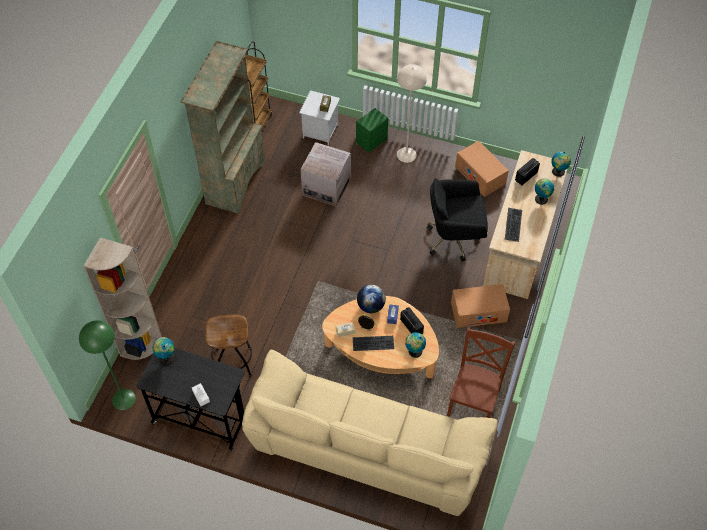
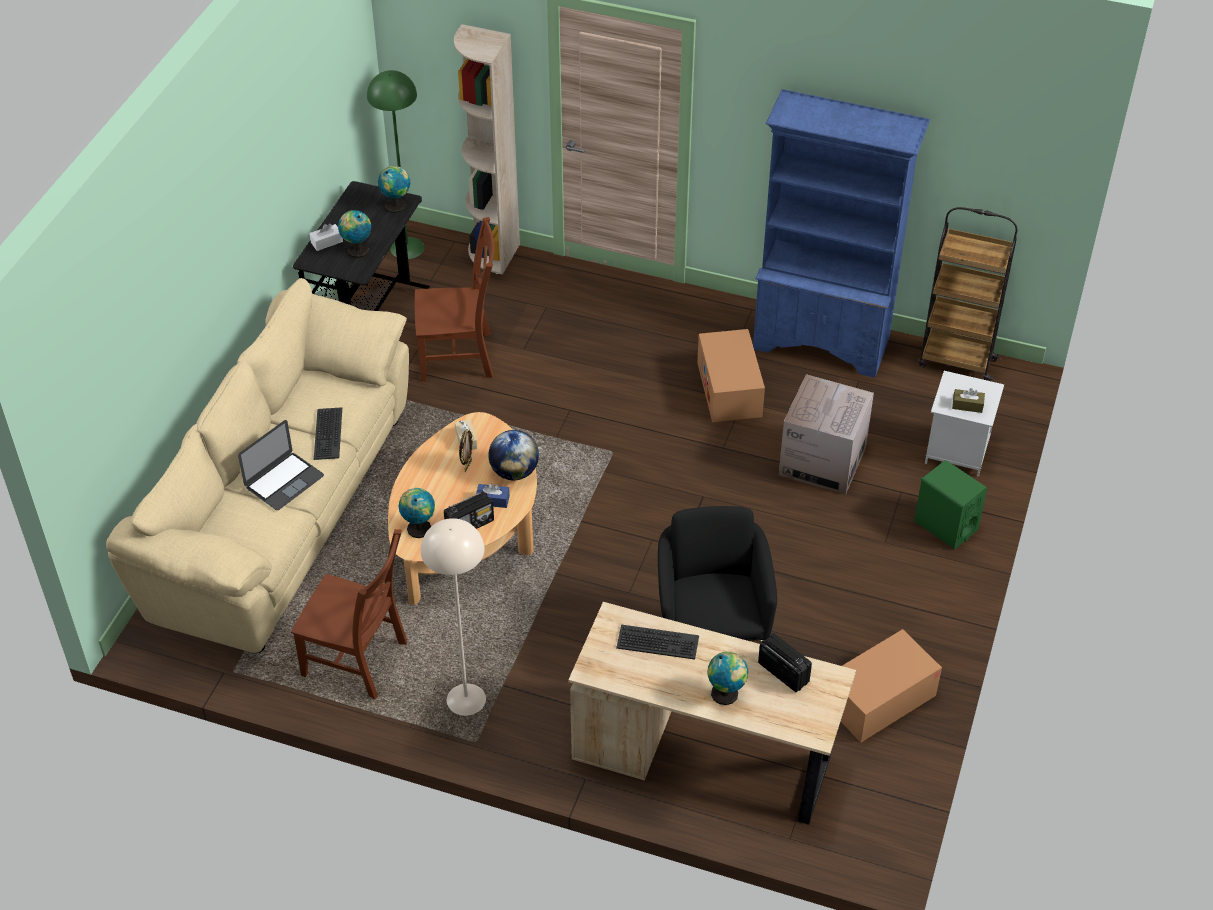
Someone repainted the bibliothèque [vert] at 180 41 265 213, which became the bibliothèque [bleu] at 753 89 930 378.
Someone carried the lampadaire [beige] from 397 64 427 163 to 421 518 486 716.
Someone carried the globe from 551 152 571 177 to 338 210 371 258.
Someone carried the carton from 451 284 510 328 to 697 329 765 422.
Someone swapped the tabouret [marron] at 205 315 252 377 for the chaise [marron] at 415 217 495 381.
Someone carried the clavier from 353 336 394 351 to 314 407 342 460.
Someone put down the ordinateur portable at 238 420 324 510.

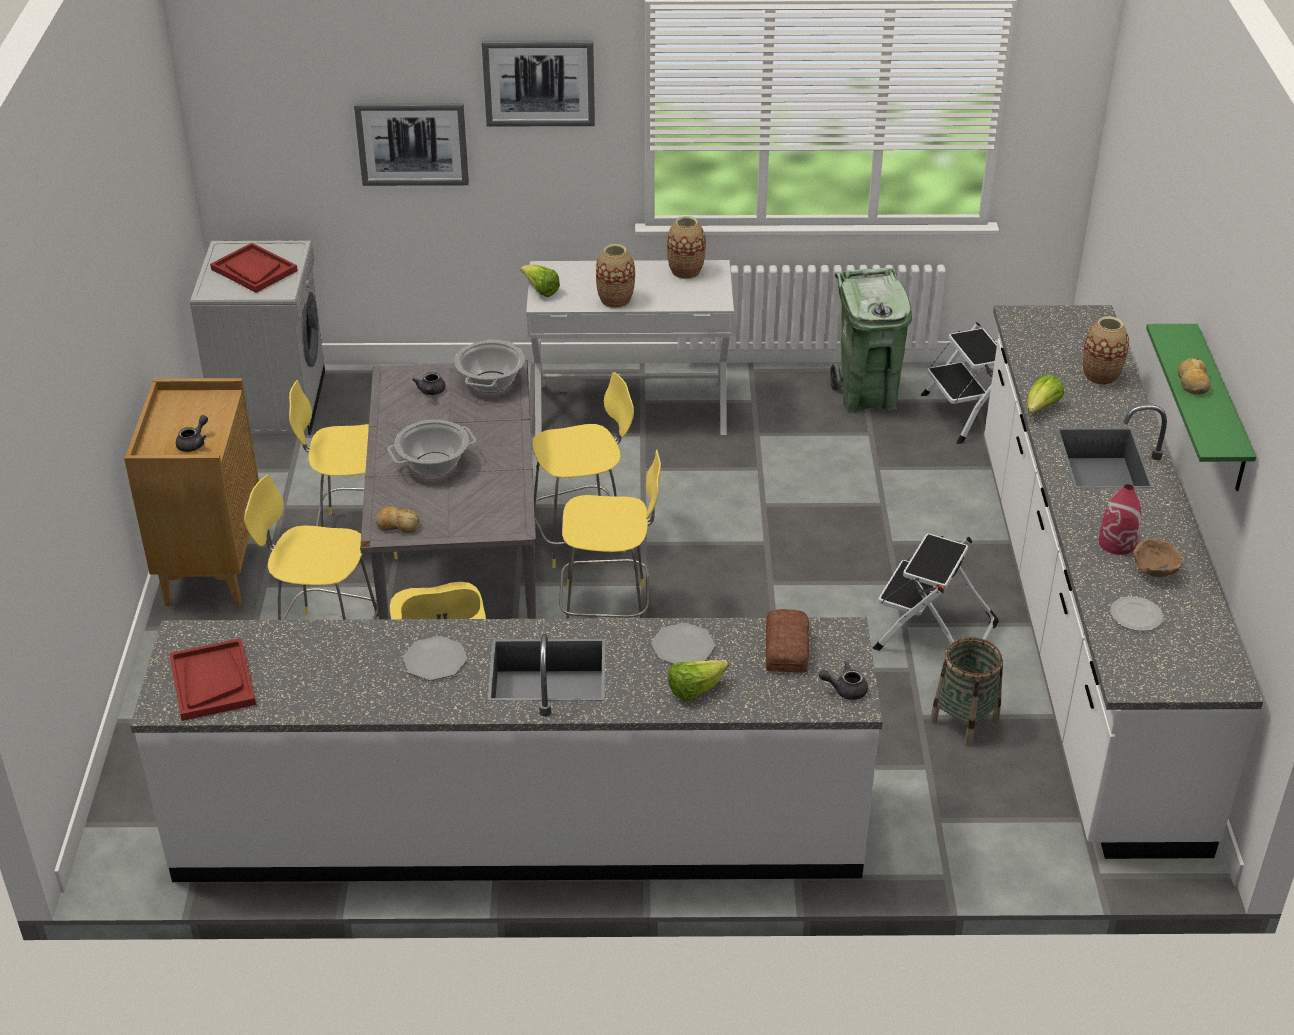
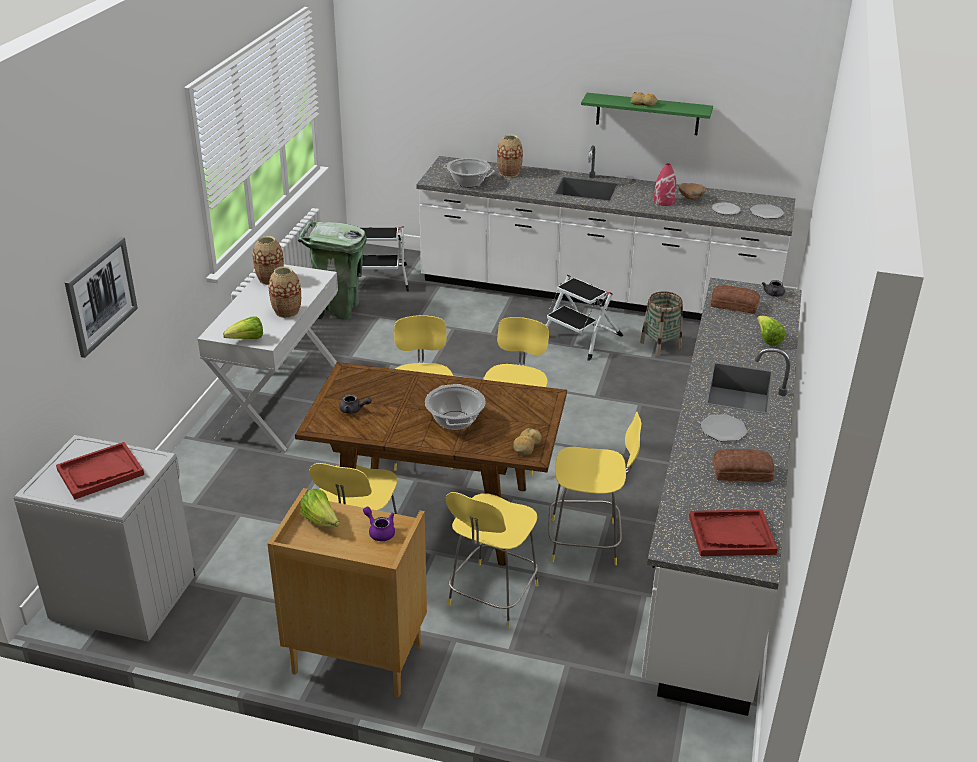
Someone took away the tableau at 482 40 595 126.
Someone carried the marmite from 455 340 525 393 to 443 158 495 187.
Someone repainted the table à manger [gris] at 360 360 536 619, which became the table à manger [marron] at 295 362 567 566.
Someone carried the laitue from 1026 375 1064 413 to 300 489 340 527.
Someone repainted the théière [gris] at 176 415 208 452, which became the théière [violet] at 363 507 395 541.
Someone carried the assiette from 651 623 715 664 to 750 204 784 219.
Someone put down the pain at 712 449 774 482.

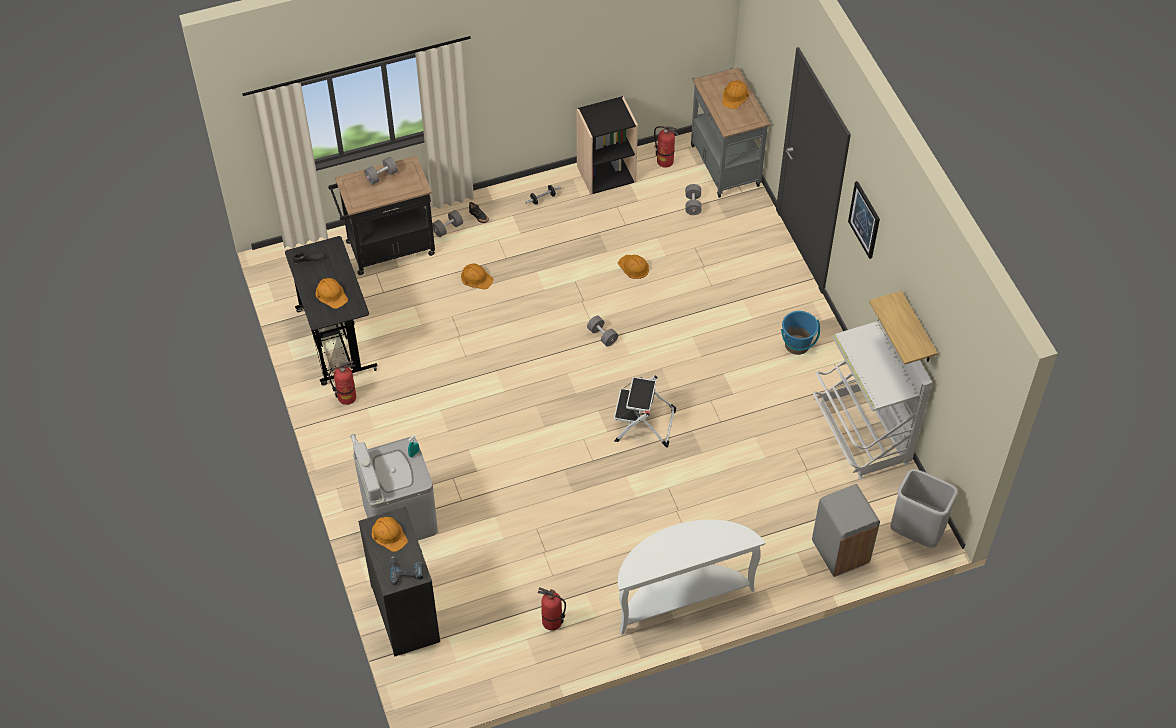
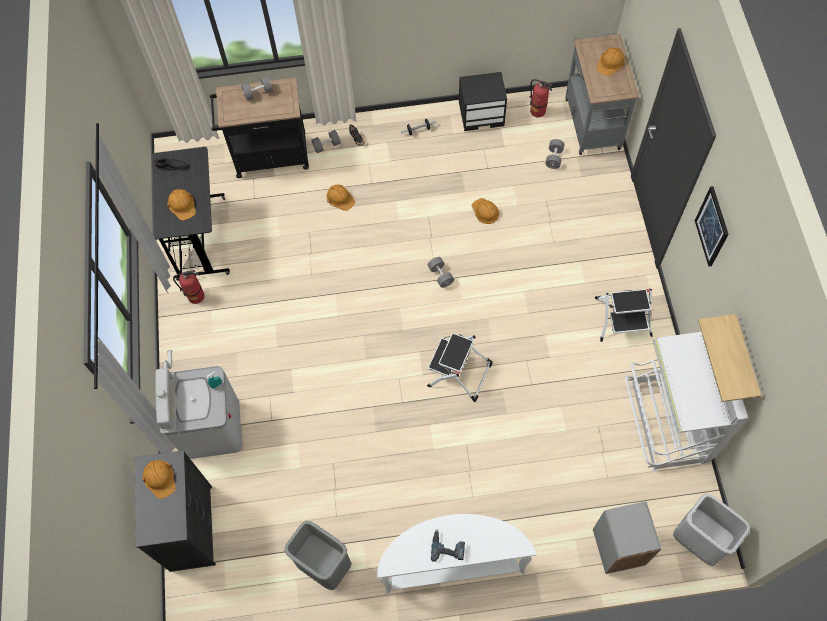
Someone swapped the bibliothèque [noir] at 576 96 638 195 for the table de chevet [noir] at 459 72 507 131.
Someone swapped the seau [bleu] at 781 311 820 355 for the escabeau at 595 289 653 342.
Someone carried the perceuse from 390 556 423 585 to 431 530 465 562.
Someone swapped the extincteur at 538 587 566 631 for the poubelle [gris] at 284 521 351 590.

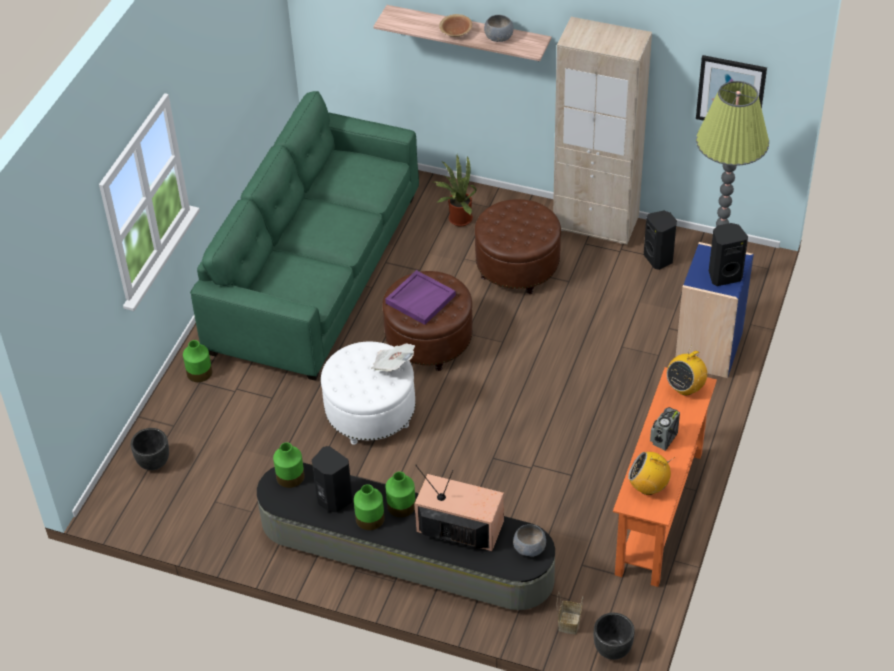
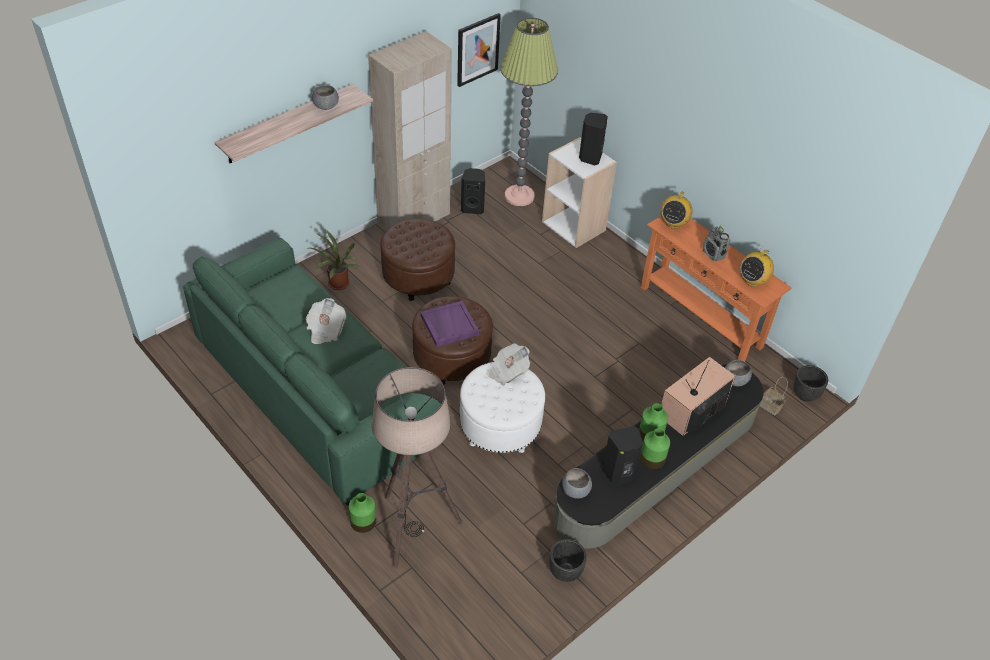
Someone took away the bol [marron] at 439 14 472 37.
Someone repainted the bibliothèque [bleu] at 675 242 754 378, which became the bibliothèque [blanc] at 542 137 617 248.
Someone rotated the radio at 667 350 707 395 by 45 degrees clockwise.
Someone carried the cache-pot [noir] from 131 428 169 470 to 549 539 587 582.
Someone swapped the vase [vert] at 273 442 305 488 for the bol [gris] at 562 468 592 499.
Someone put down the journal at 306 298 346 344.
Someone put down the lampadaire at 372 367 462 568.

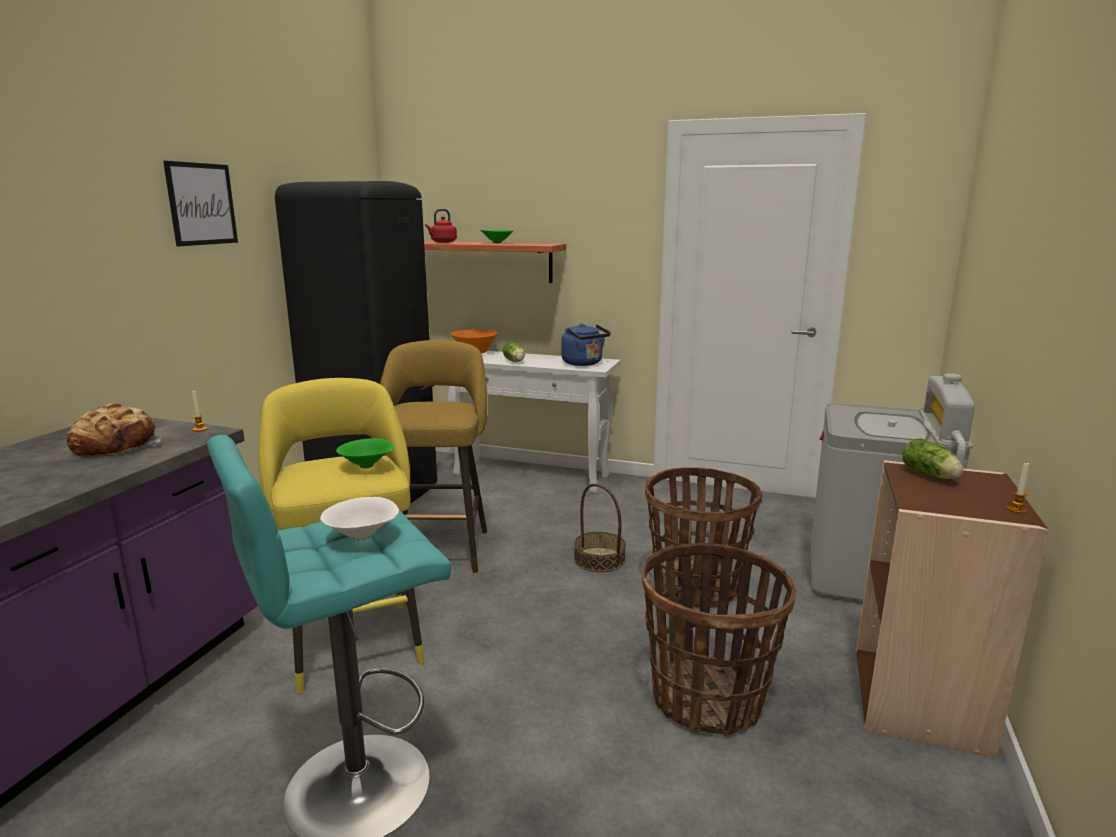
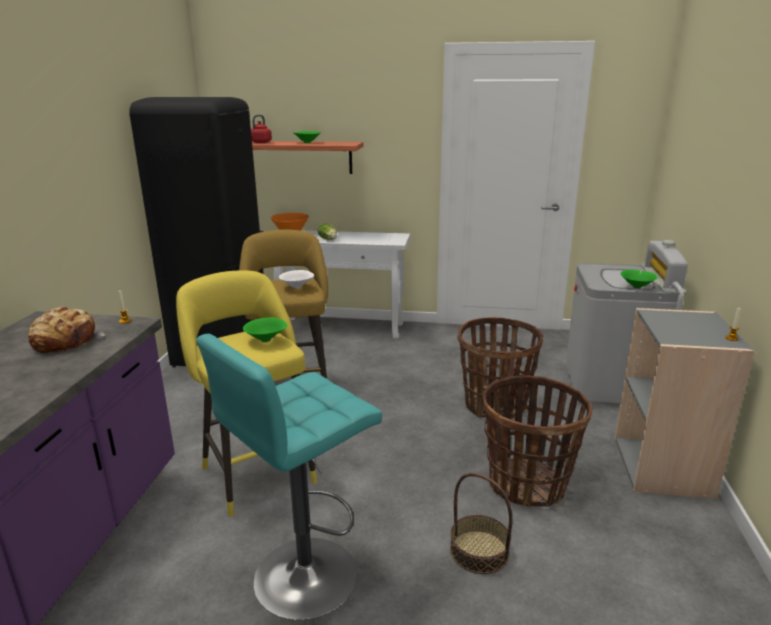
Someone took away the tableau at 163 161 238 246.
Someone took away the bouilloire [bleu] at 561 323 611 366.
Someone took away the laitue at 902 438 963 479.
Someone repainted the bibliothèque [marron] at 856 460 1049 759, which became the bibliothèque [gris] at 615 308 755 499.
Someone carried the panier from 574 483 626 572 to 450 473 513 574.
Someone carried the bol [blanc] from 320 497 399 541 to 279 270 314 289.
Someone put down the bol [vert] at 620 270 658 289.

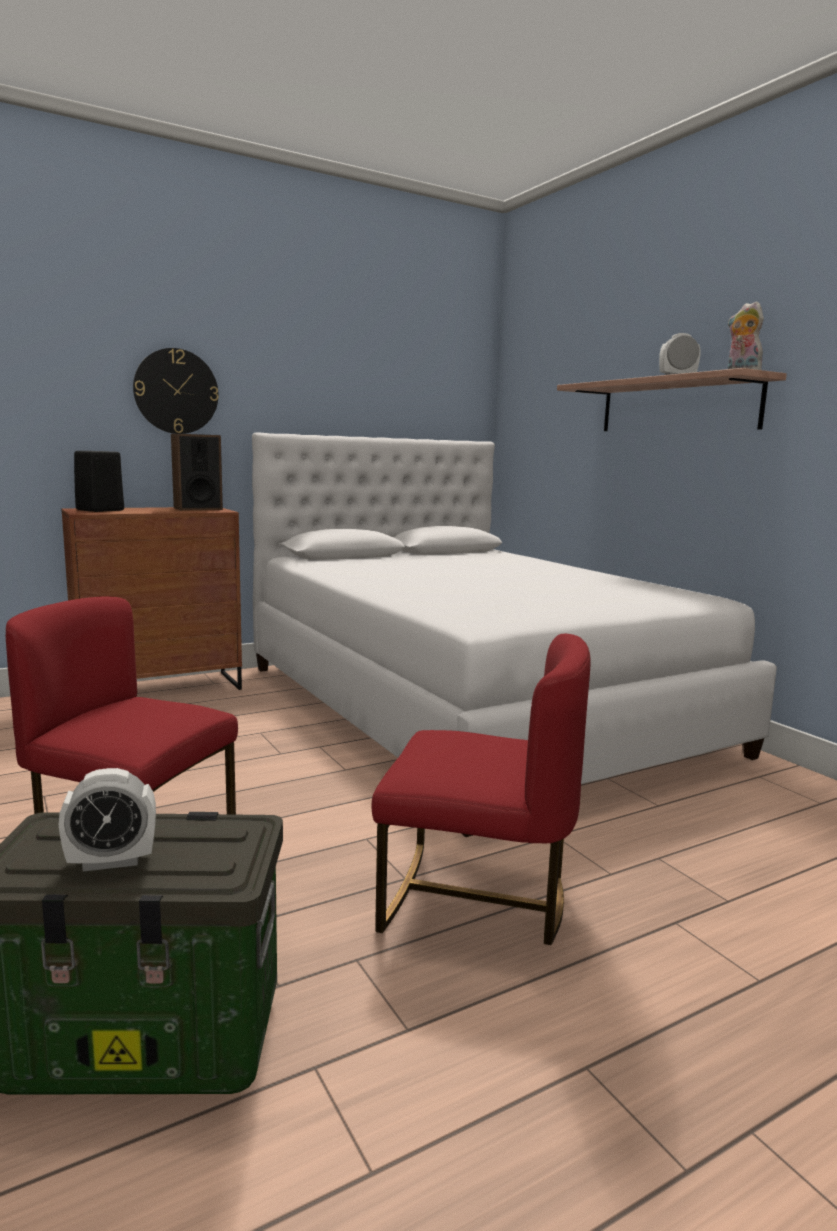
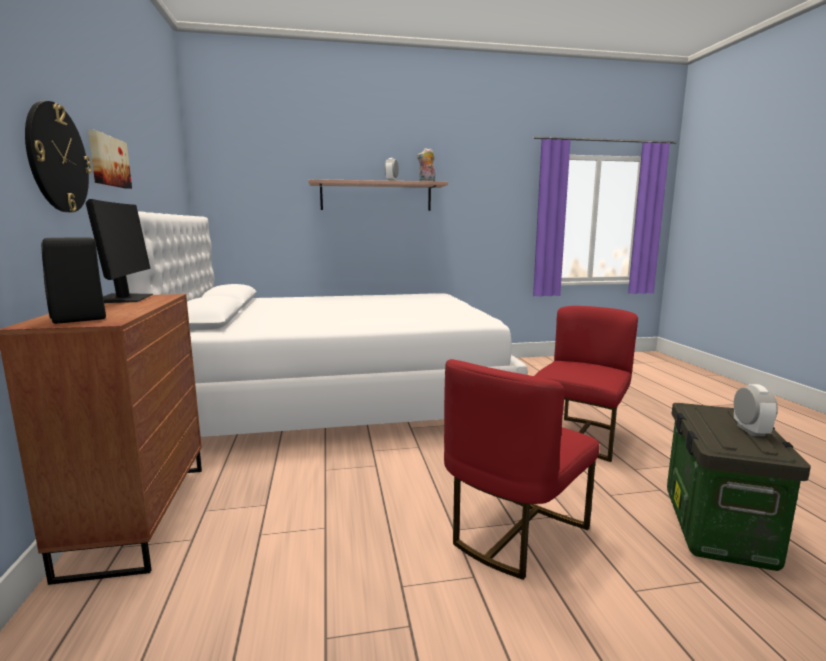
Someone swapped the enceinte at 171 434 223 510 for the écran d'ordinateur at 86 199 153 303.
Someone put up the tableau at 88 130 132 189.

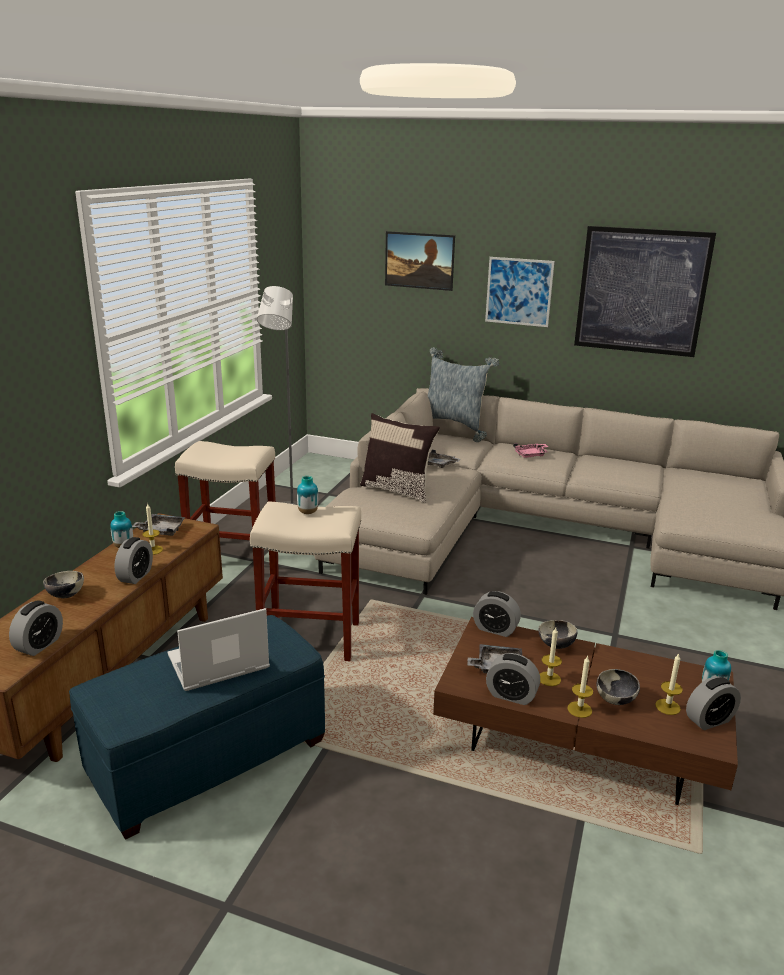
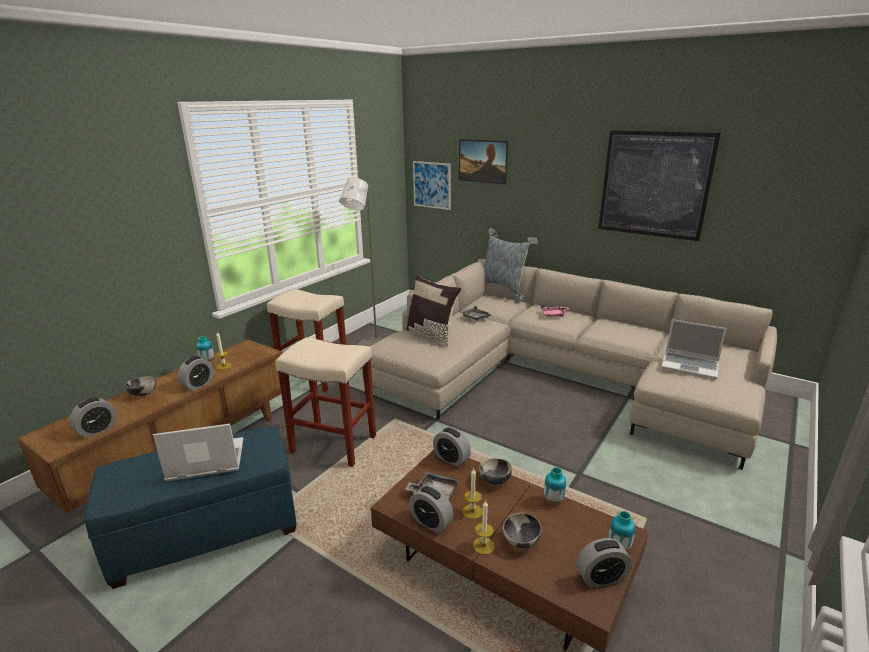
Someone carried the tableau from 485 257 555 327 to 413 161 451 210.
Someone carried the vase from 297 476 318 514 to 544 467 566 505.
Someone took away the plateau [gris] at 132 514 186 536.
Someone took away the bougie at 655 653 683 715.
Someone put down the ordinateur portable at 661 319 727 380.

